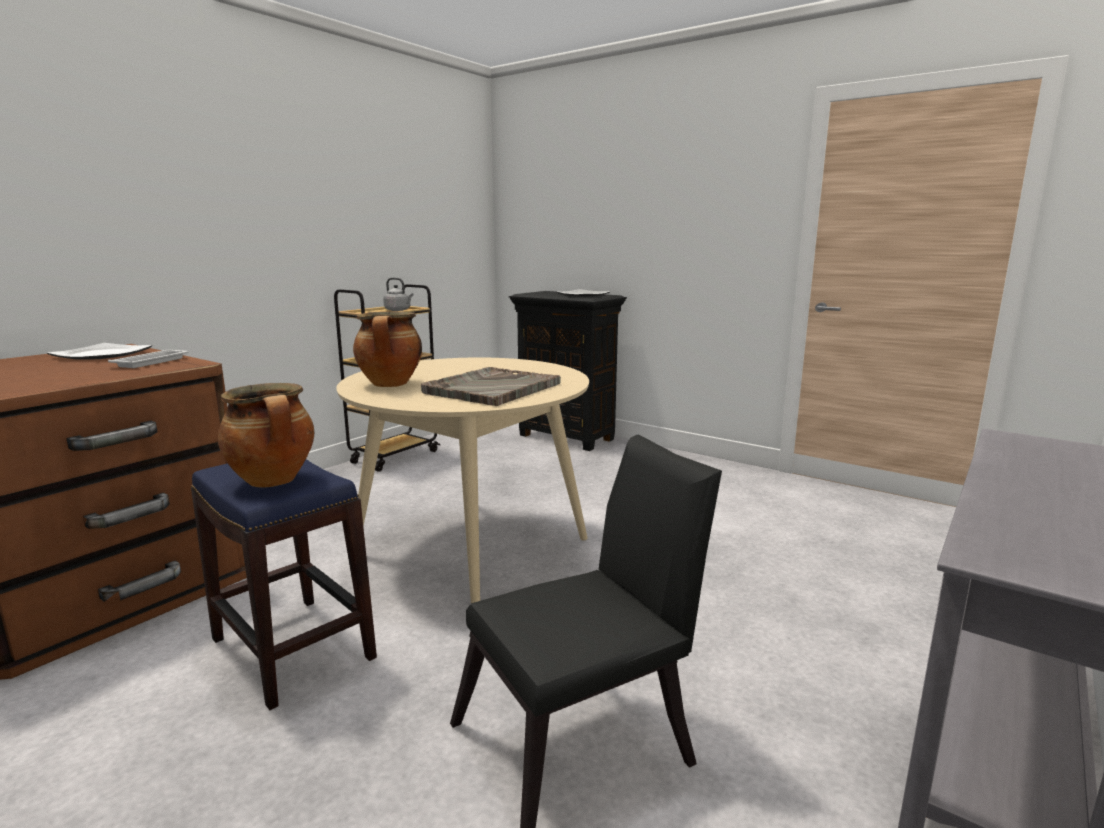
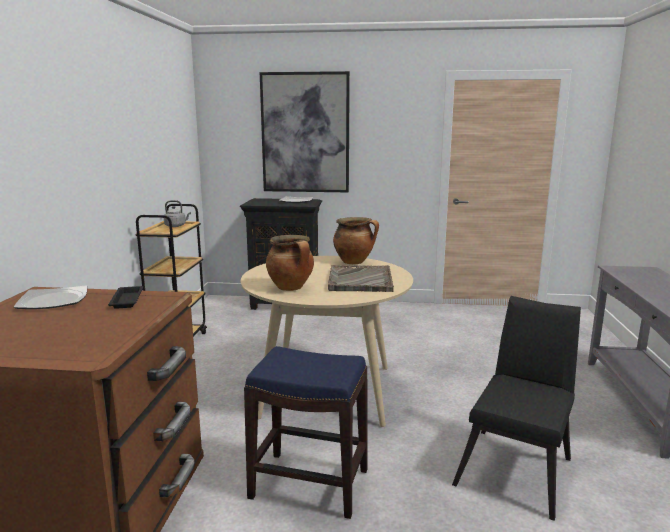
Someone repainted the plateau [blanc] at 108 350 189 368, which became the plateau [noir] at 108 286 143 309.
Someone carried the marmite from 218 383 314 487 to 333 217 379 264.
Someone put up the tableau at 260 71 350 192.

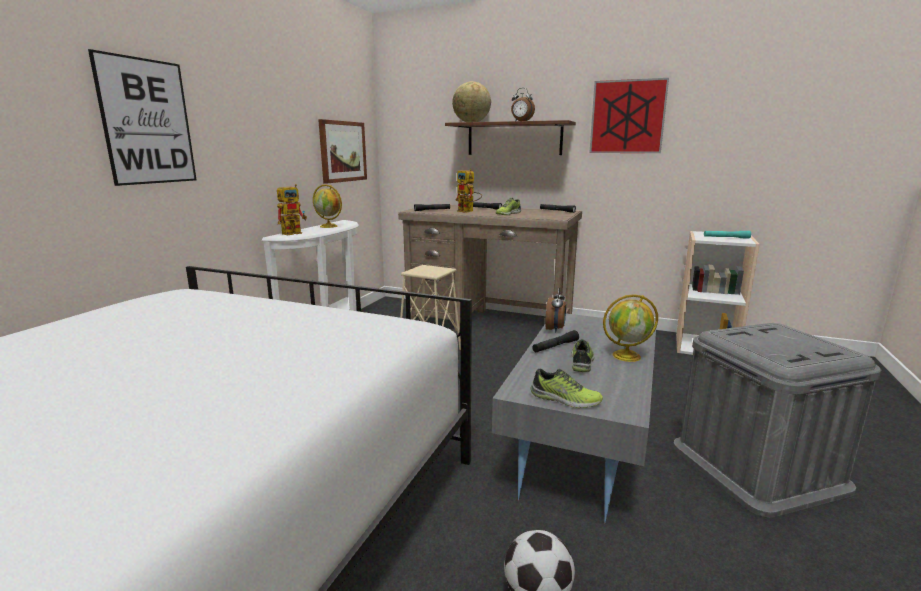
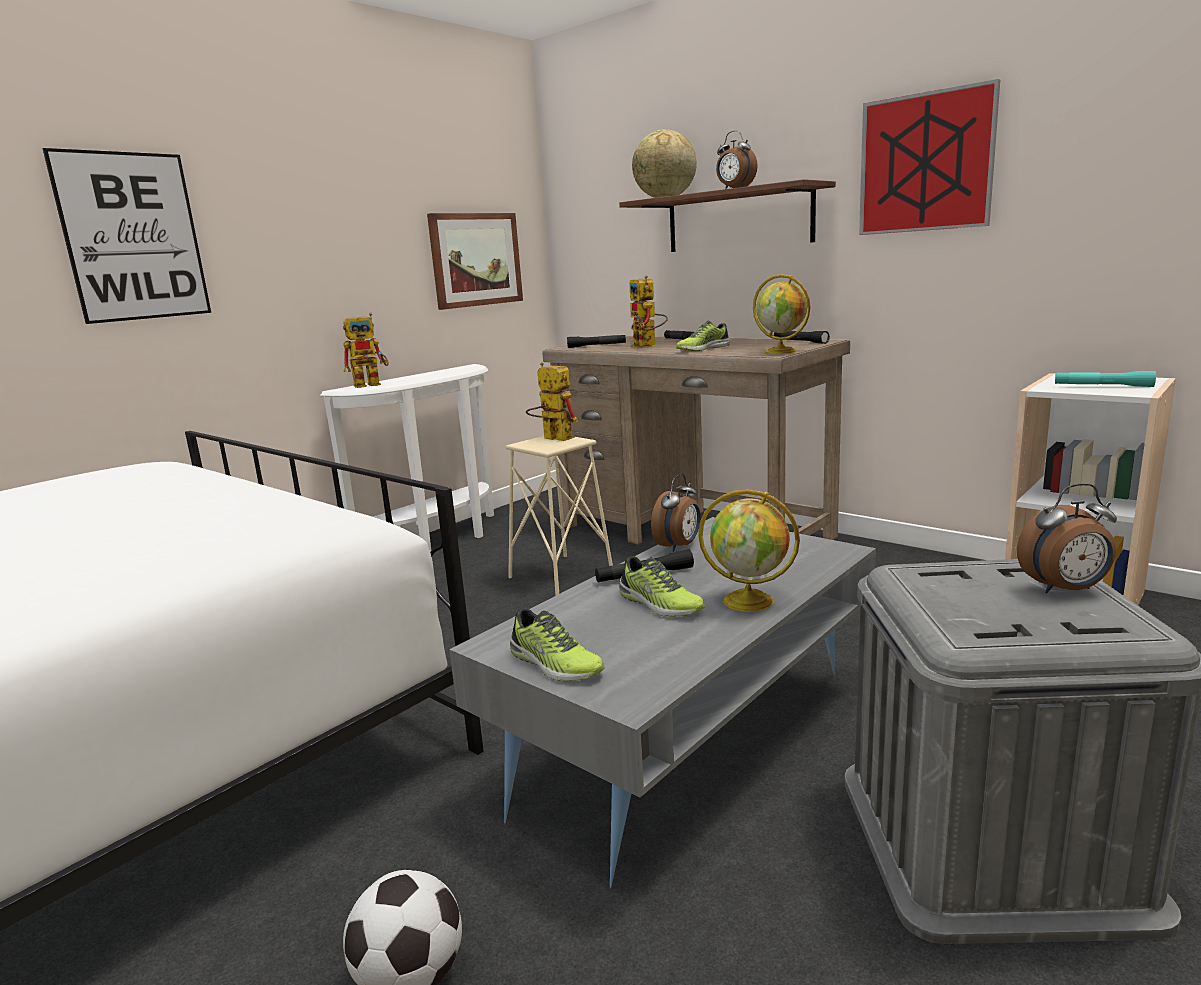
Someone carried the globe from 313 184 342 228 to 753 274 811 354.
Someone rotated the chaussure at 572 339 594 372 by 105 degrees clockwise.
Someone put down the robot jouet at 526 362 578 441.
Someone put down the réveil at 1017 483 1117 593.

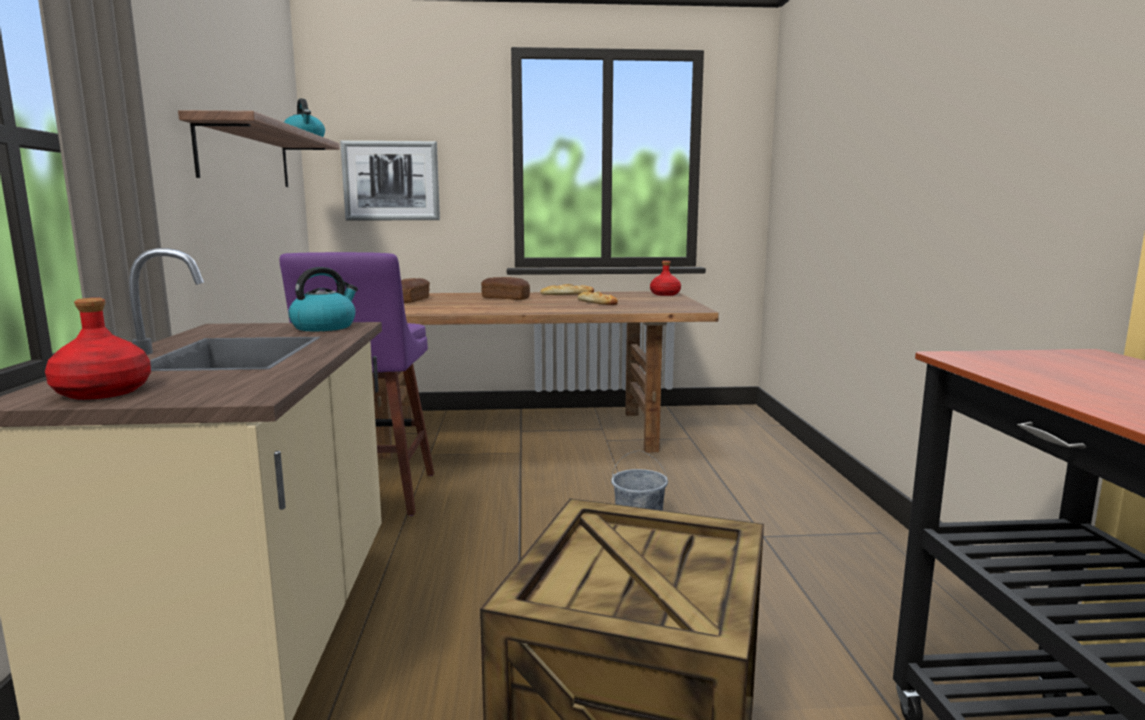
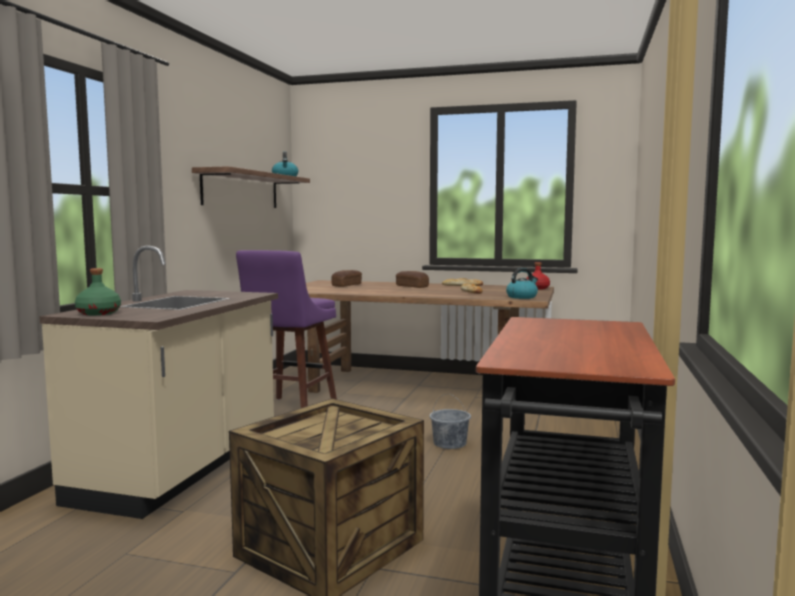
Someone took away the tableau at 340 141 440 220.
Someone carried the bouilloire from 288 267 358 331 to 506 268 538 299.
Someone repainted the bouteille [rouge] at 45 298 151 400, which became the bouteille [vert] at 75 268 121 315.

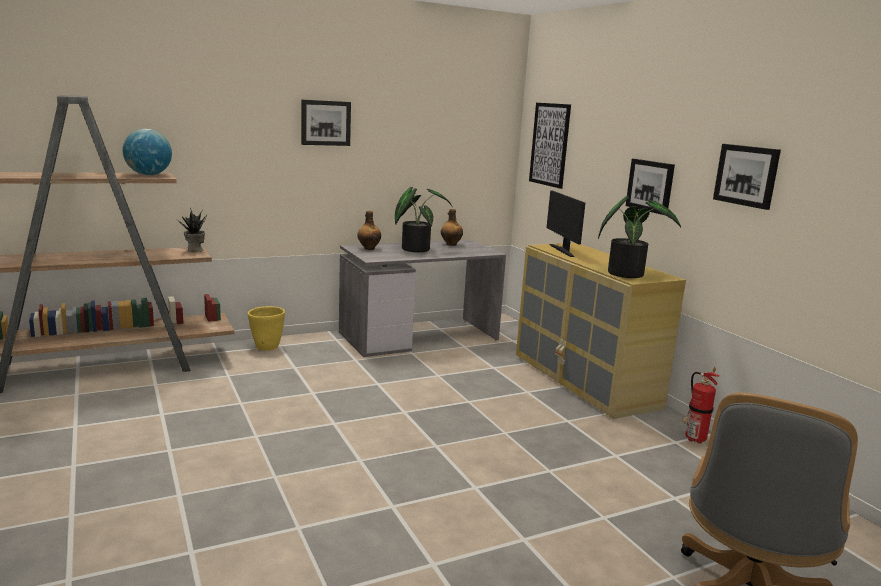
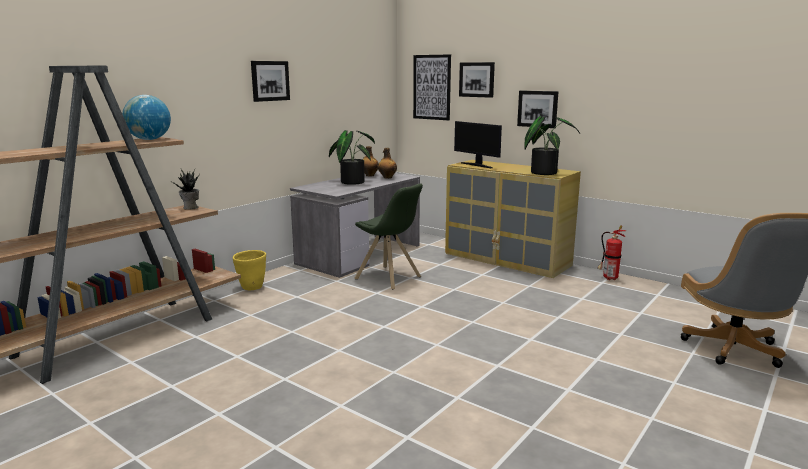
Someone carried the tableau from 713 144 781 210 to 459 62 495 98.
Someone carried the bouteille from 357 211 381 250 to 378 148 397 179.
Someone put down the chaise [vert] at 355 183 423 289.

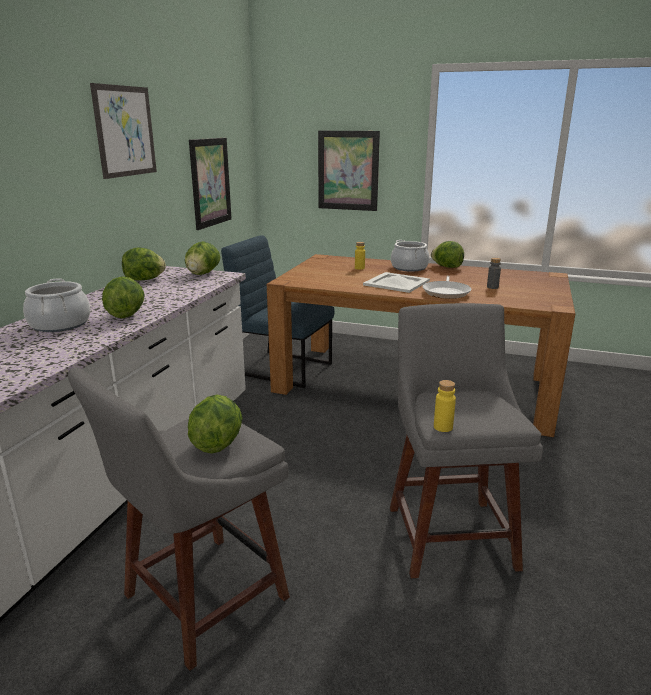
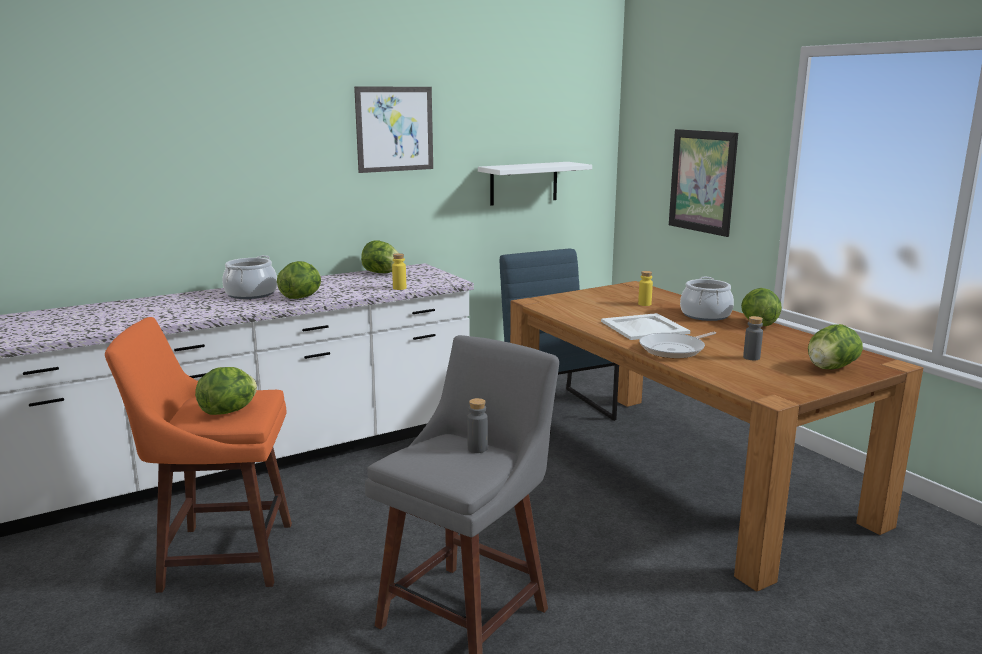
Someone swapped the tableau at 189 138 232 230 for the étagère [blanc] at 478 162 592 206.
Someone carried the laitue from 185 241 220 275 to 808 324 863 369.
Someone repainted the tabouret [gris] at 68 367 290 671, which became the tabouret [orange] at 105 317 292 593.
Someone carried the bouteille [jaune] from 434 380 456 432 to 392 253 406 290.
Someone put down the bouteille [gris] at 467 398 488 453.

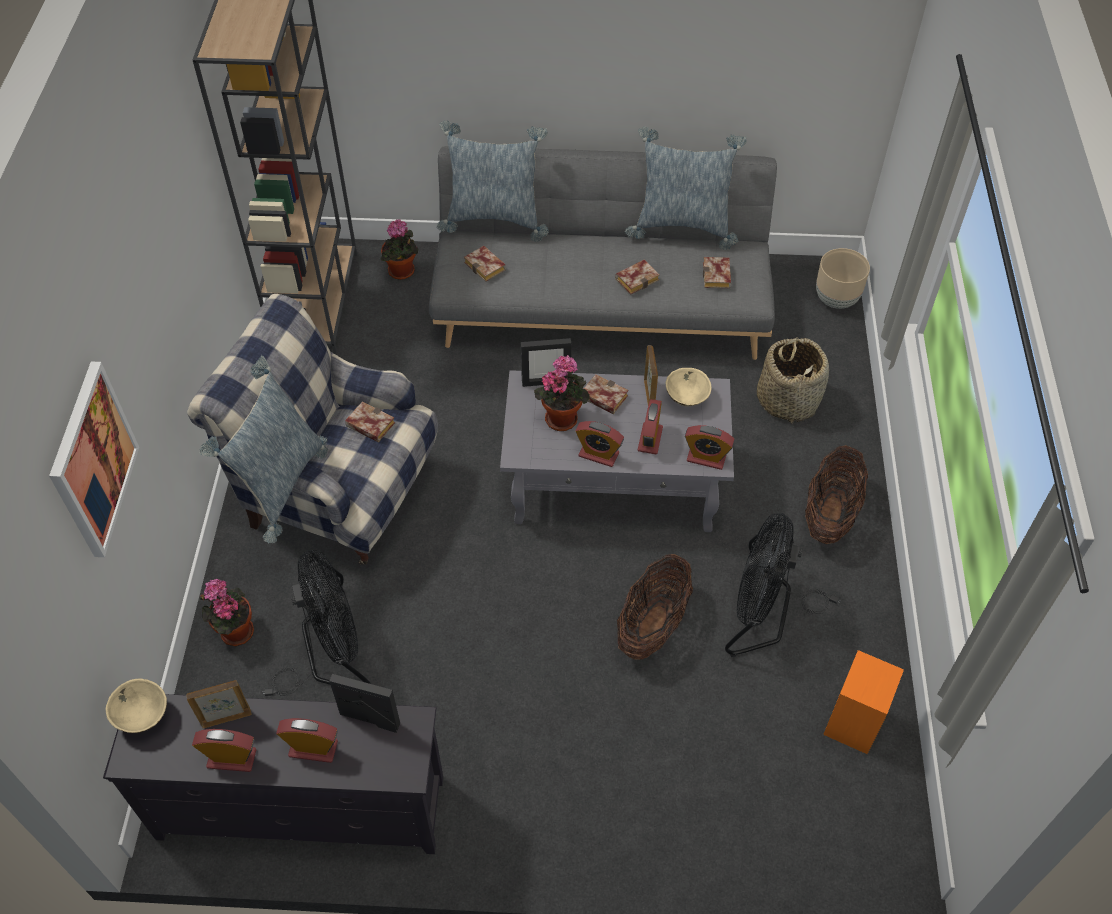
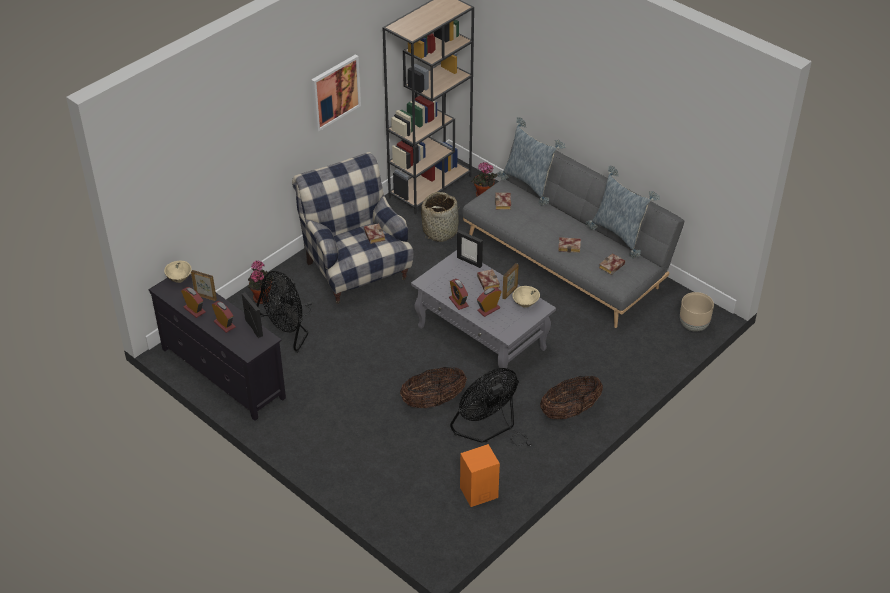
Someone carried the panier from 757 338 829 424 to 421 192 459 242.
Someone took away the coussin at 199 355 329 543.
Someone took away the plante en pot at 534 355 590 431.
Someone carried the tableau from 49 362 139 557 to 311 54 361 131.
Someone took away the réveil at 685 425 735 470.
Someone rotated the ventilateur [noir] at 262 549 371 696 by 120 degrees clockwise.

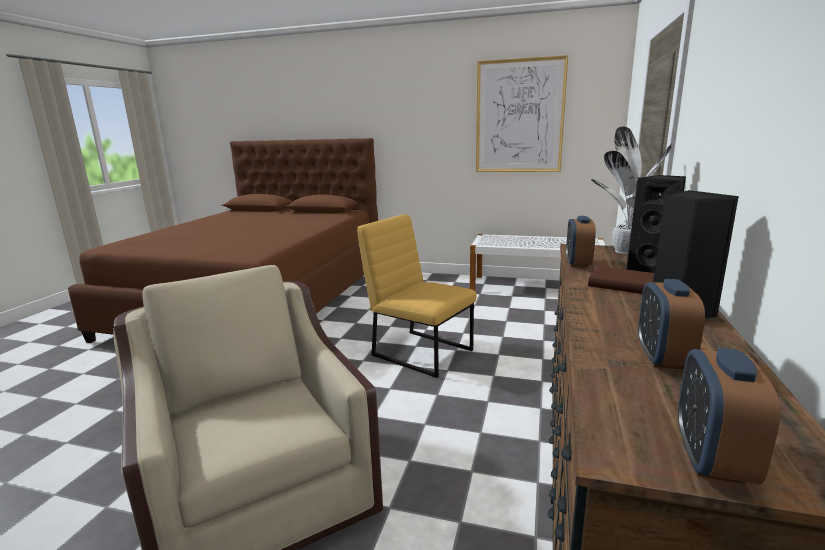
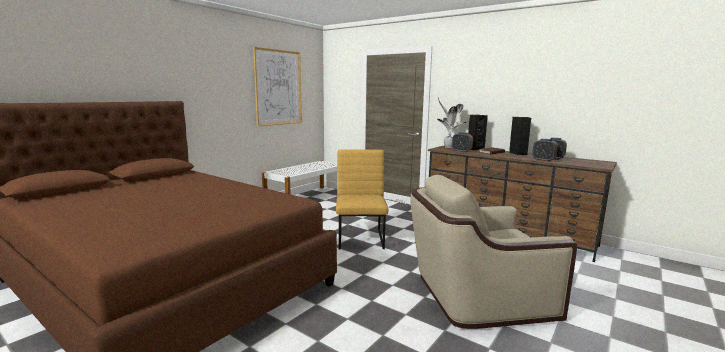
Someone rotated the chaise [jaune] at 357 214 477 378 by 120 degrees clockwise.
Someone carried the réveil from 678 348 780 484 to 532 139 558 162.

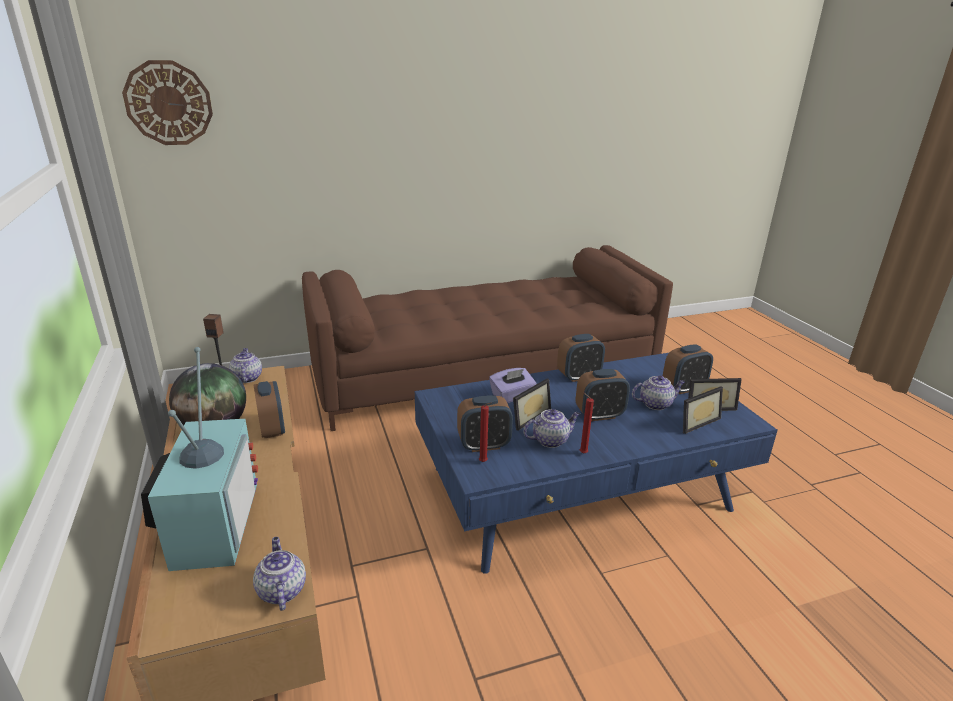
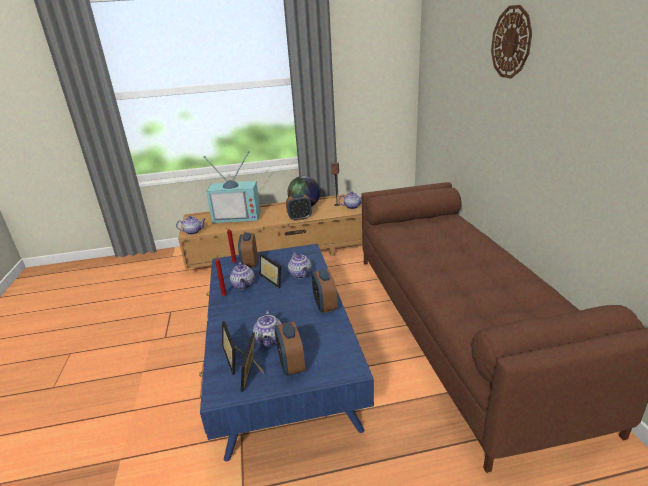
Someone carried the horloge murale from 122 60 213 145 to 491 5 532 78.
Someone swapped the boîte à mouchoirs [violet] at 489 368 536 403 for the théière at 288 252 312 278.
Someone took away the réveil at 576 369 630 421.

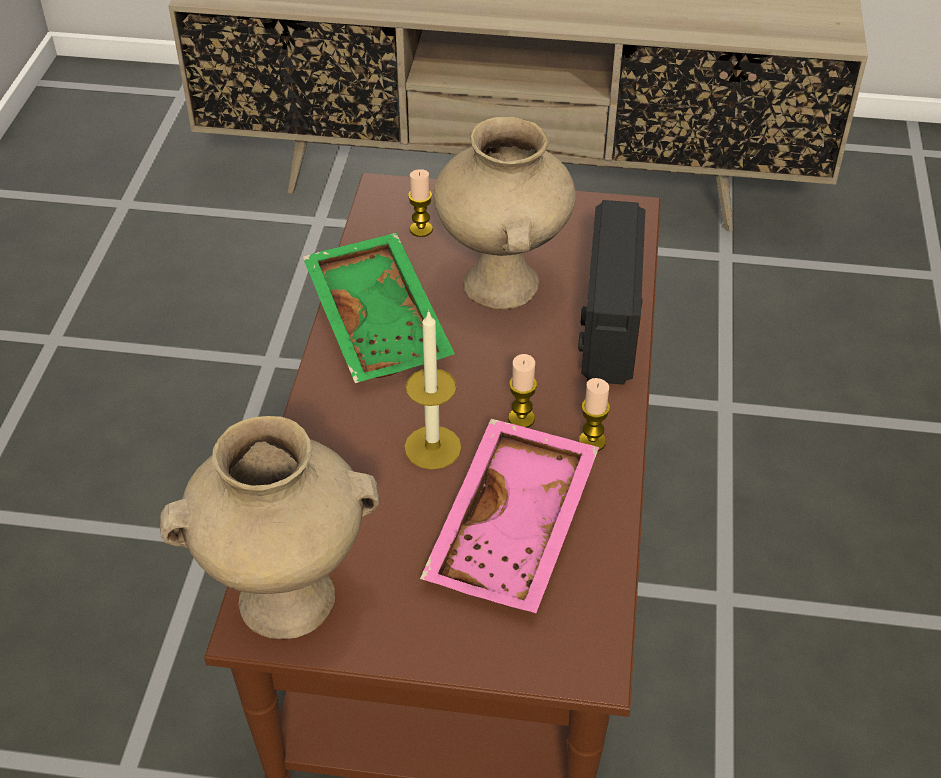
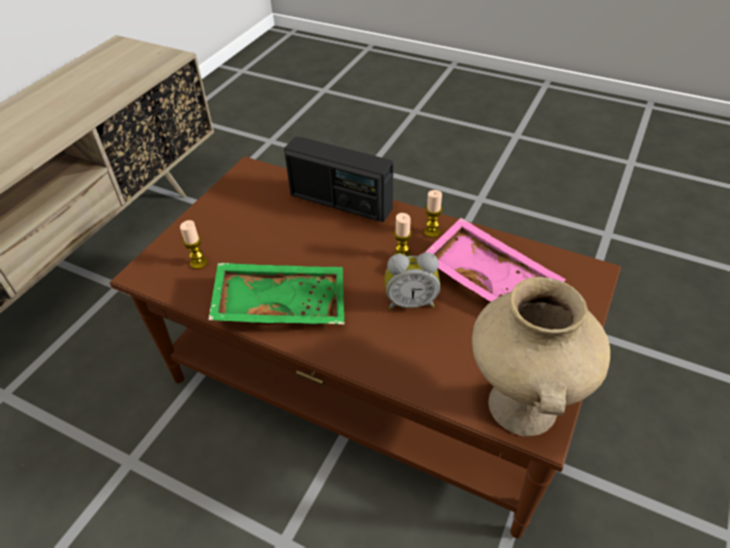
Someone took away the vase [beige] at 433 117 576 309.
Someone swapped the bougie at 404 310 462 470 for the réveil at 385 252 440 310.

